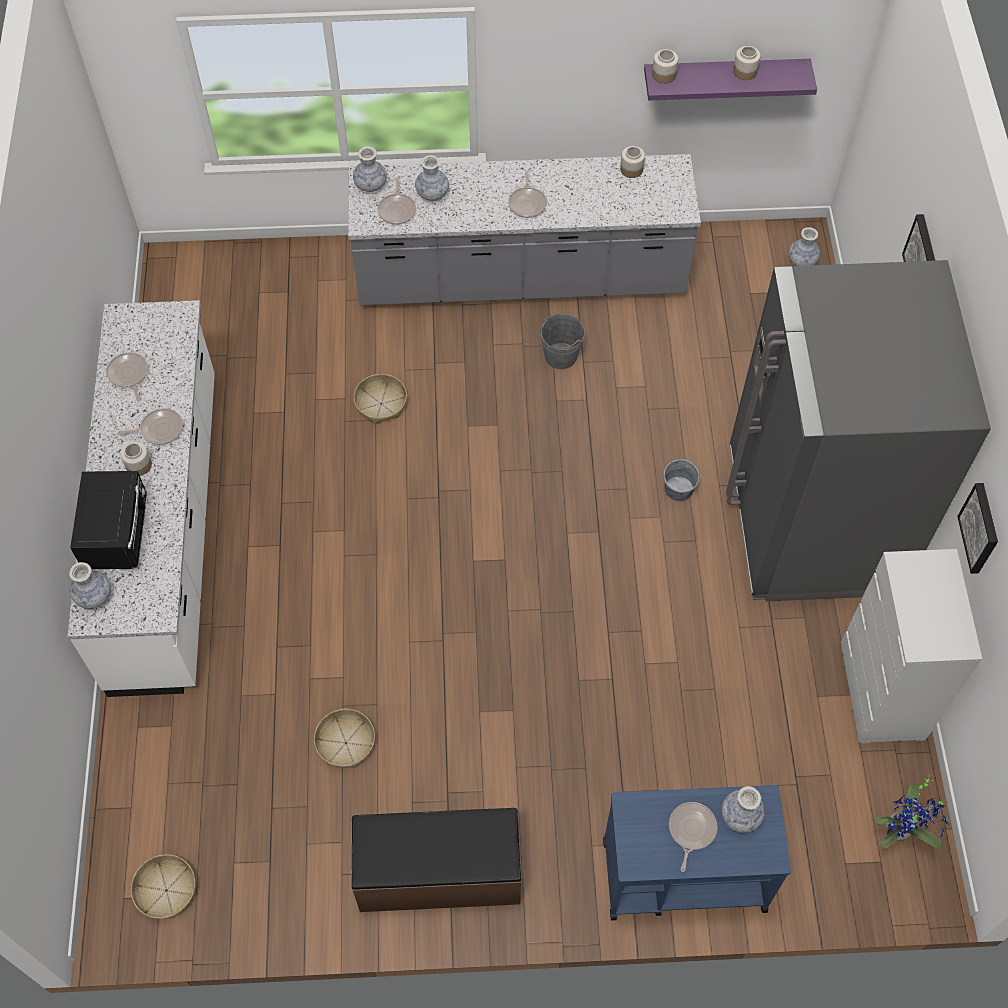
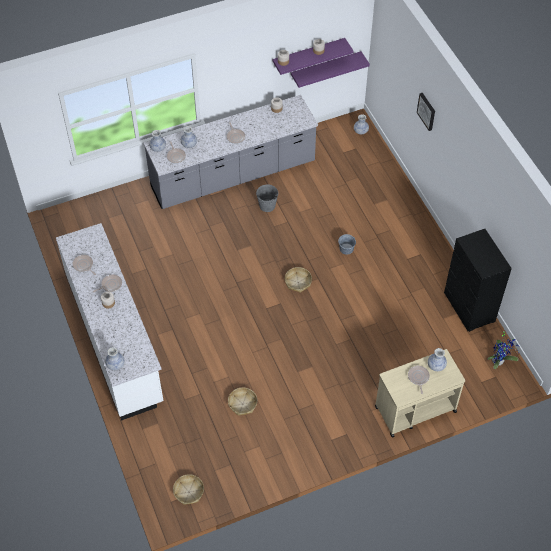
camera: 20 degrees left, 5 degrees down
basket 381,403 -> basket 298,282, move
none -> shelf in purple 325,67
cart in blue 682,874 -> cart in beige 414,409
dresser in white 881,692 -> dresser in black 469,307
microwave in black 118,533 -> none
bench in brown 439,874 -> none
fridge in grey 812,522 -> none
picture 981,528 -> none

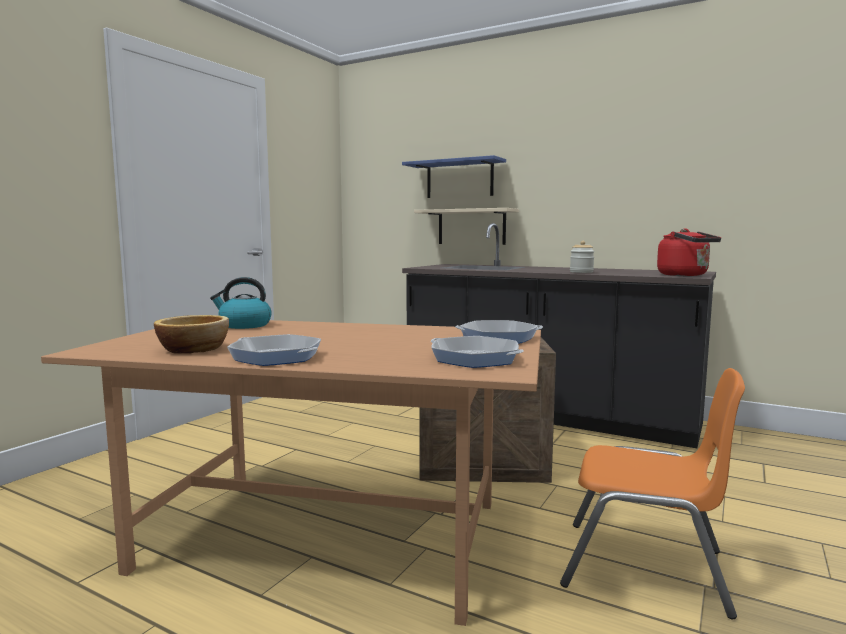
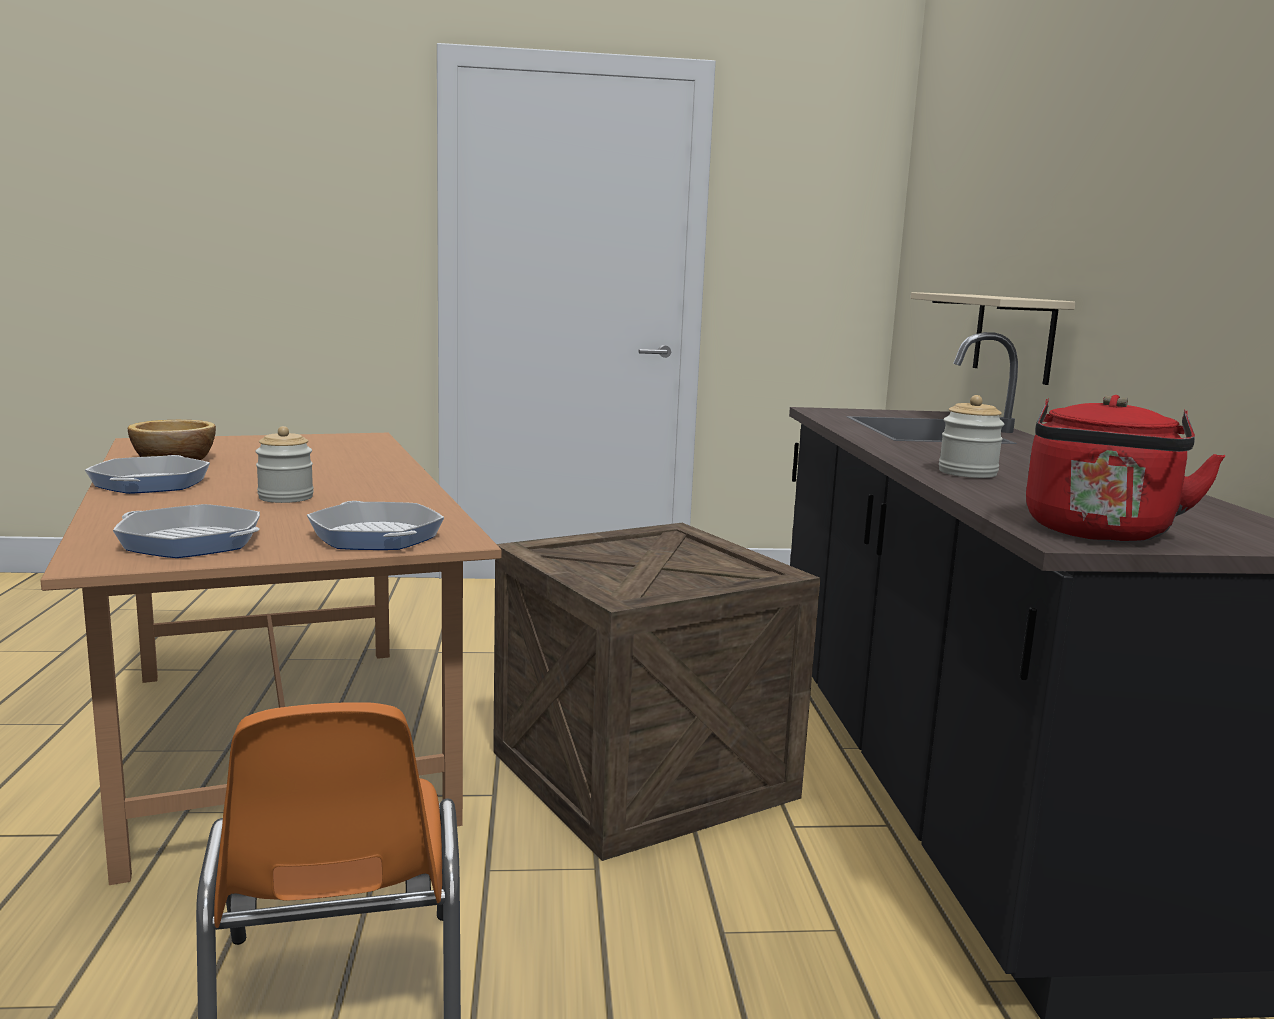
camera: 55 degrees right, 5 degrees up
frying pan 475,358 -> frying pan 191,542, 105 degrees clockwise
none -> jar 286,497
kettle 244,325 -> none
shelf in blue 459,179 -> none

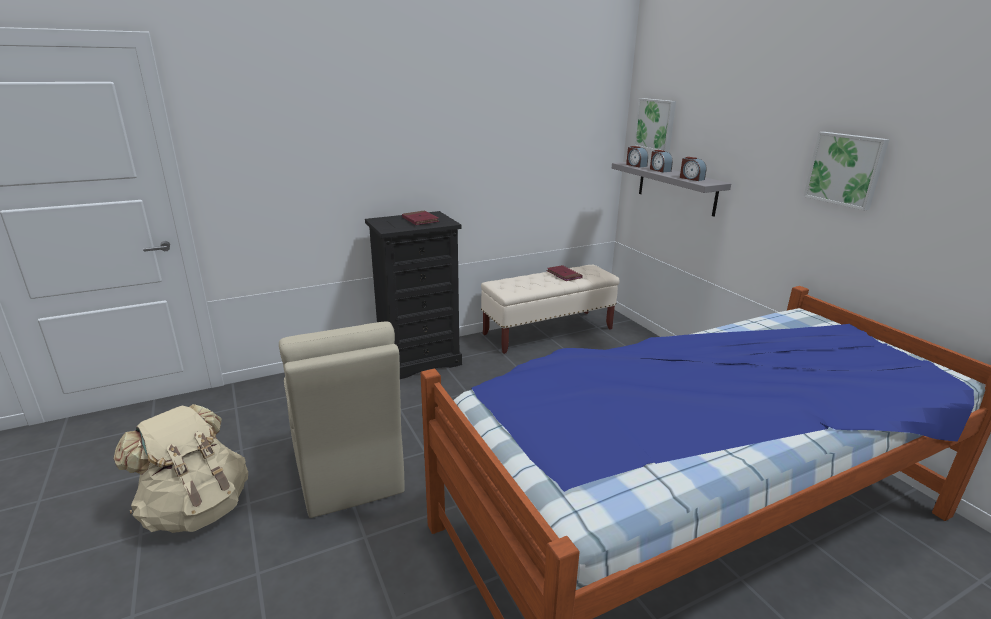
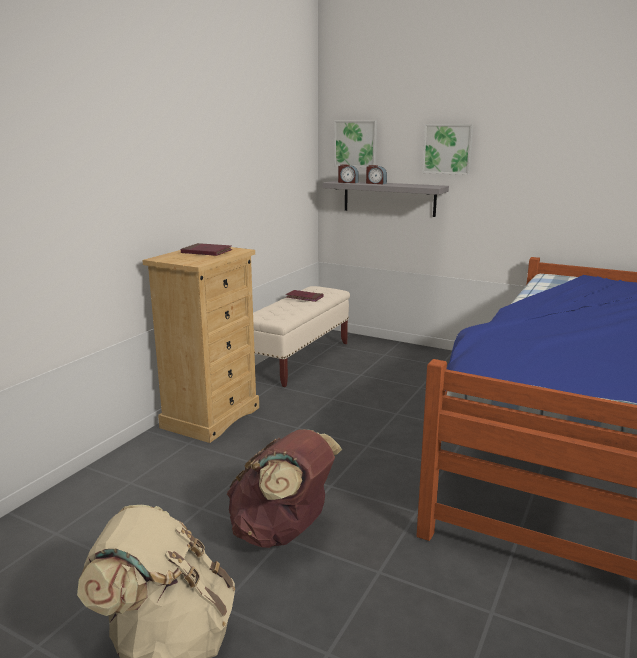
camera: 35 degrees left, 5 degrees down
dresser in black 419,360 -> dresser in beige 211,417
chair in beige 347,471 -> backpack in brown 282,532
picture 846,169 -> picture 448,149, move
alarm clock 691,178 -> none

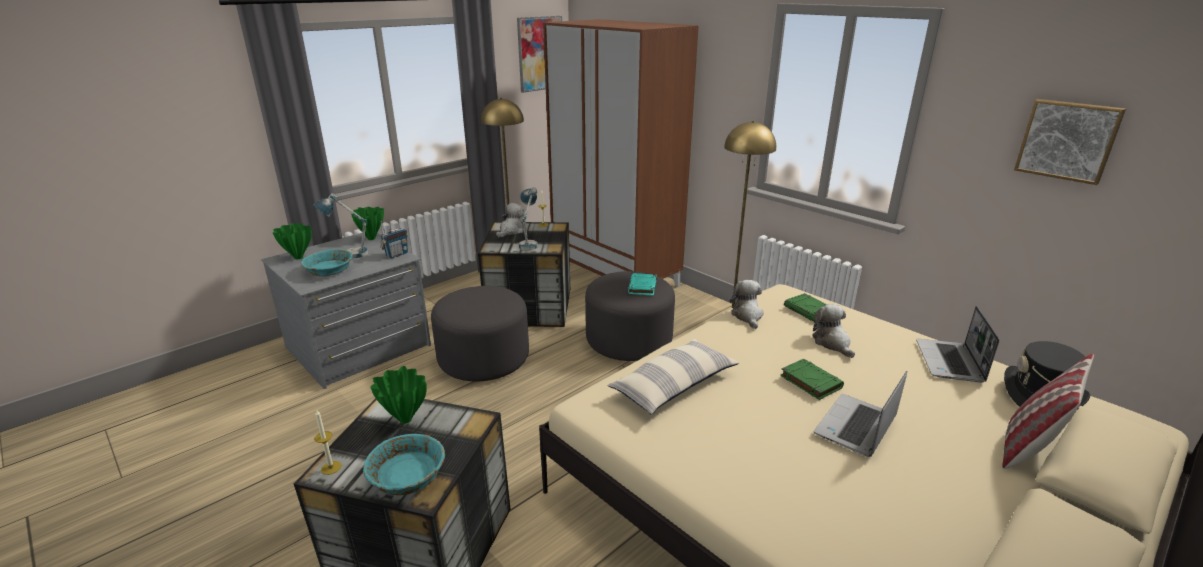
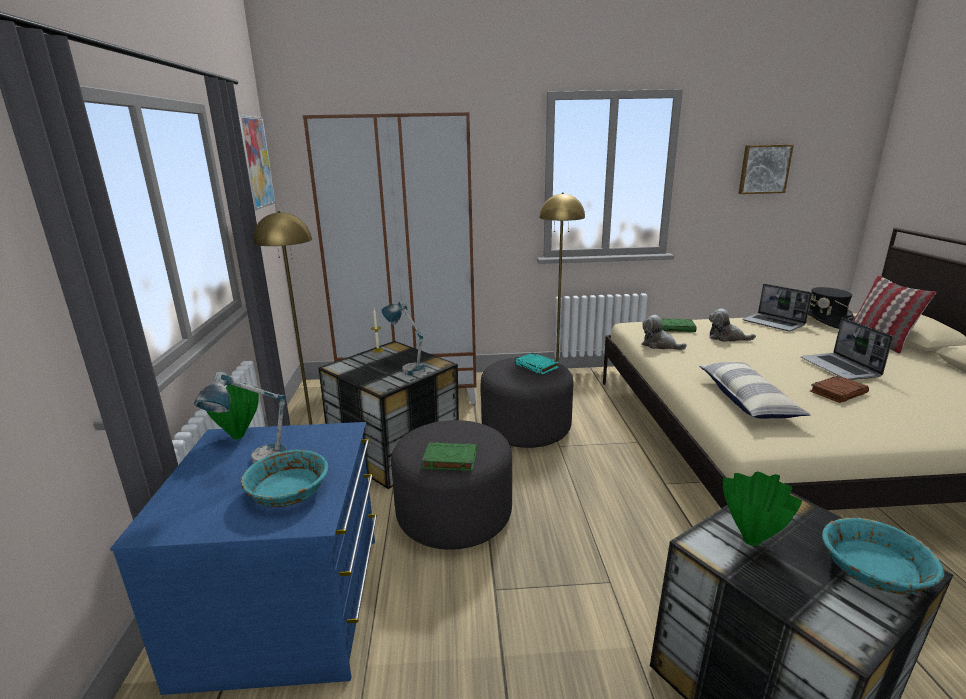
camera: 50 degrees left, 5 degrees down
dresser in grey 359,347 -> dresser in blue 288,606
book in green 810,382 -> book in green 449,460, move
none -> book in brown 838,392
vase in green 298,257 -> none
candle 331,467 -> none
radio 396,254 -> none
plush toy 511,231 -> none

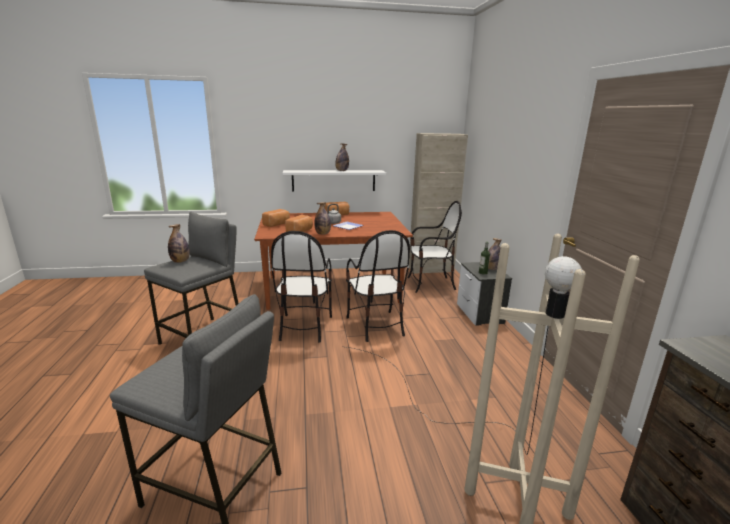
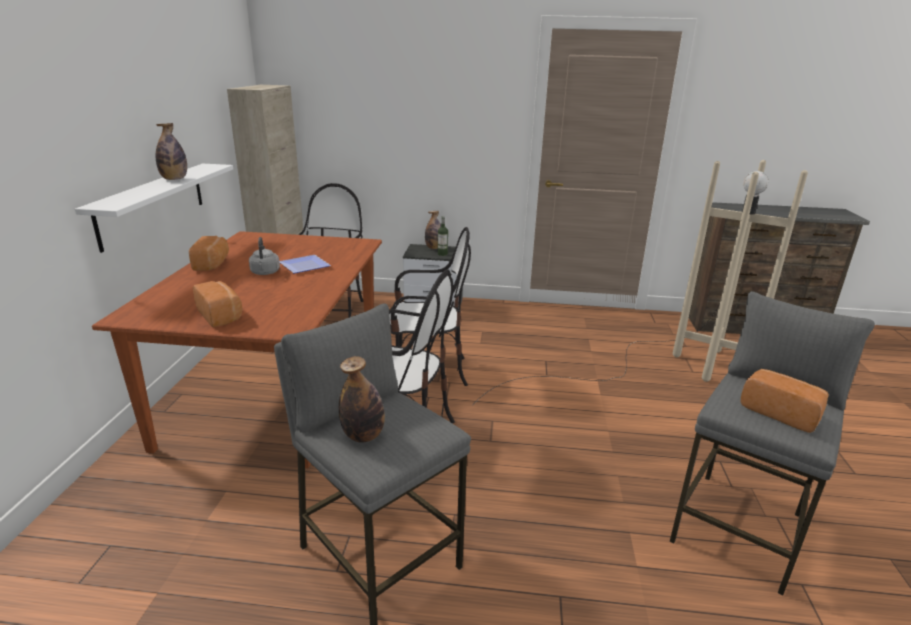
camera: 75 degrees left, 5 degrees up
bread 300,231 -> bread 780,412, move
bottle 323,234 -> none

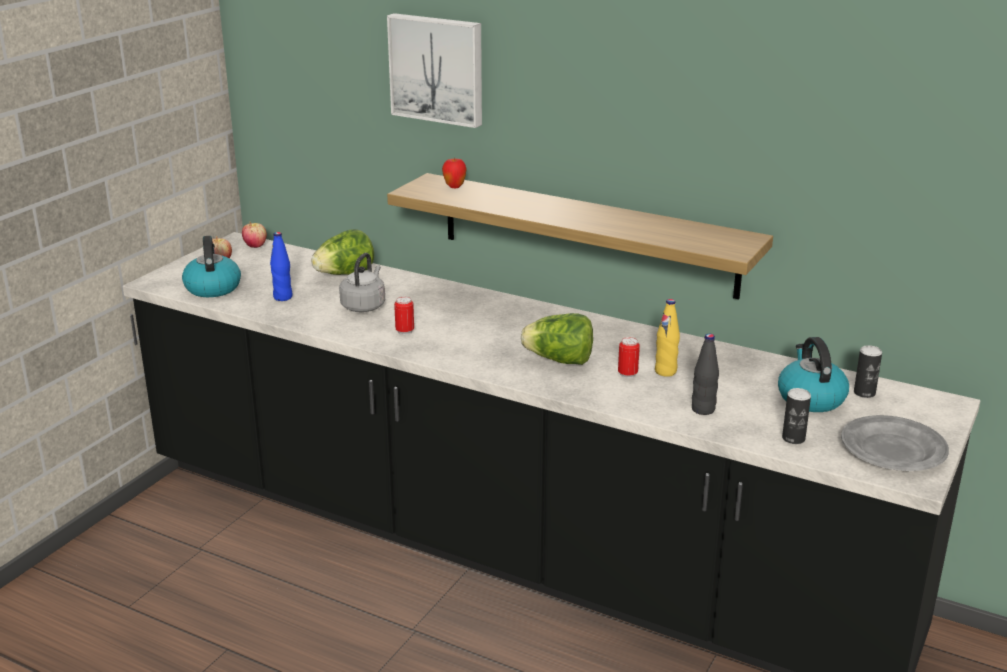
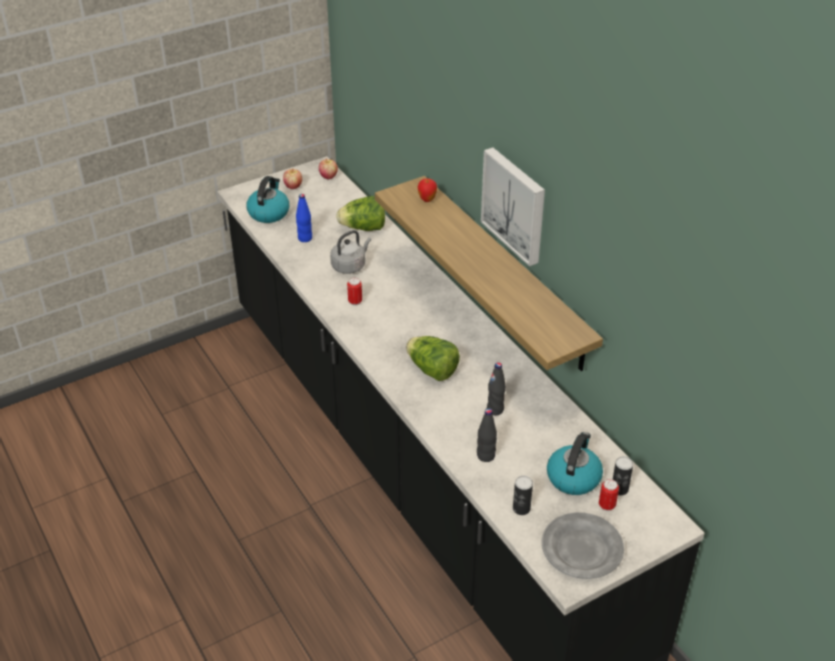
camera: 30 degrees right, 15 degrees up
picture 437,69 -> picture 515,205, move
bottle in yellow 665,372 -> bottle in black 495,409
can 627,374 -> can 607,505, move

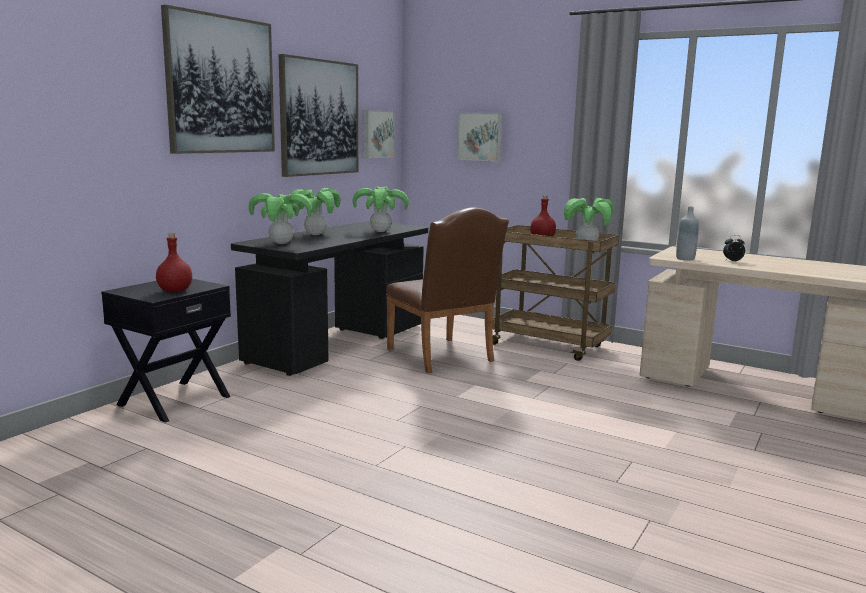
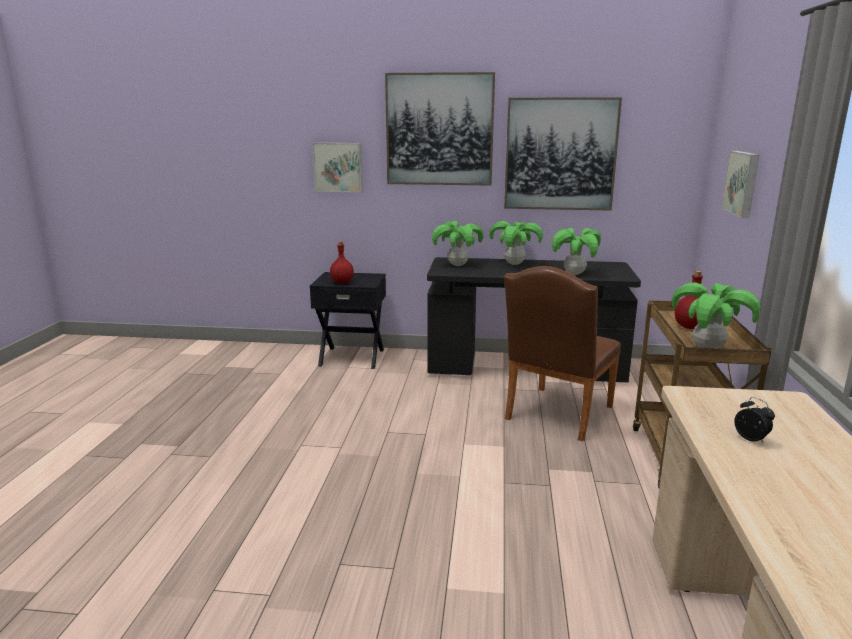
camera: 65 degrees right, 5 degrees up
picture 376,134 -> picture 338,167, move
bottle in grey 685,258 -> none

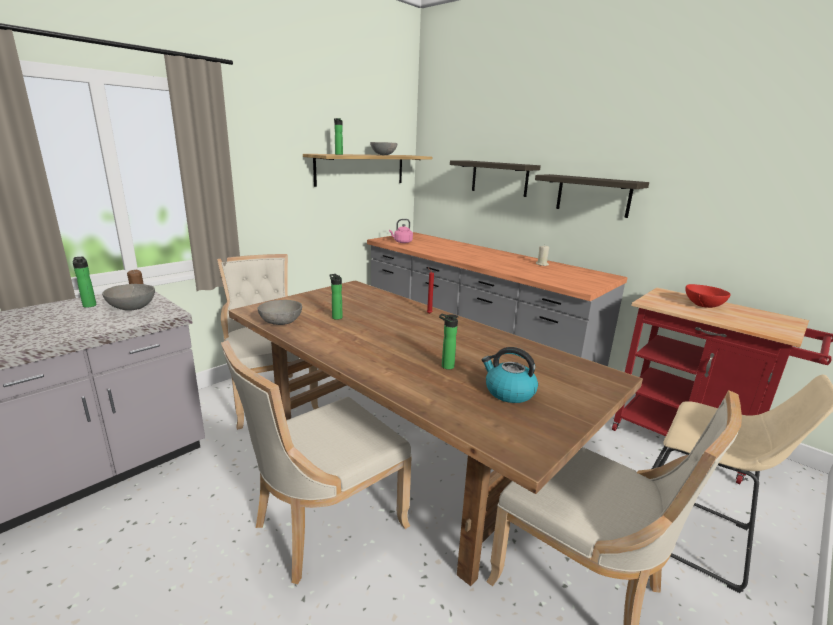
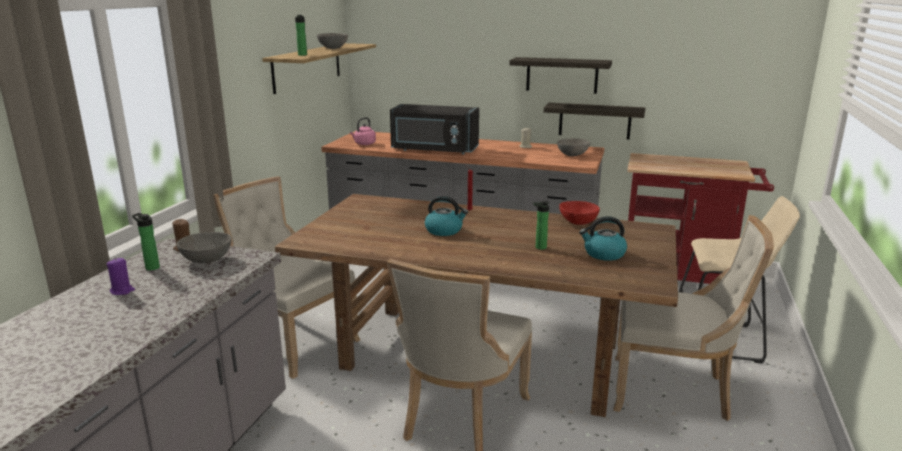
camera: 25 degrees left, 0 degrees up
none -> candle in purple 122,291
none -> microwave in black 434,150
none -> kettle 444,230
shelf 499,178 -> shelf 594,121, move
bowl in grey 281,323 -> bowl in grey 572,155, move
bowl in red 703,306 -> bowl in red 578,223, move
bottle 336,317 -> none

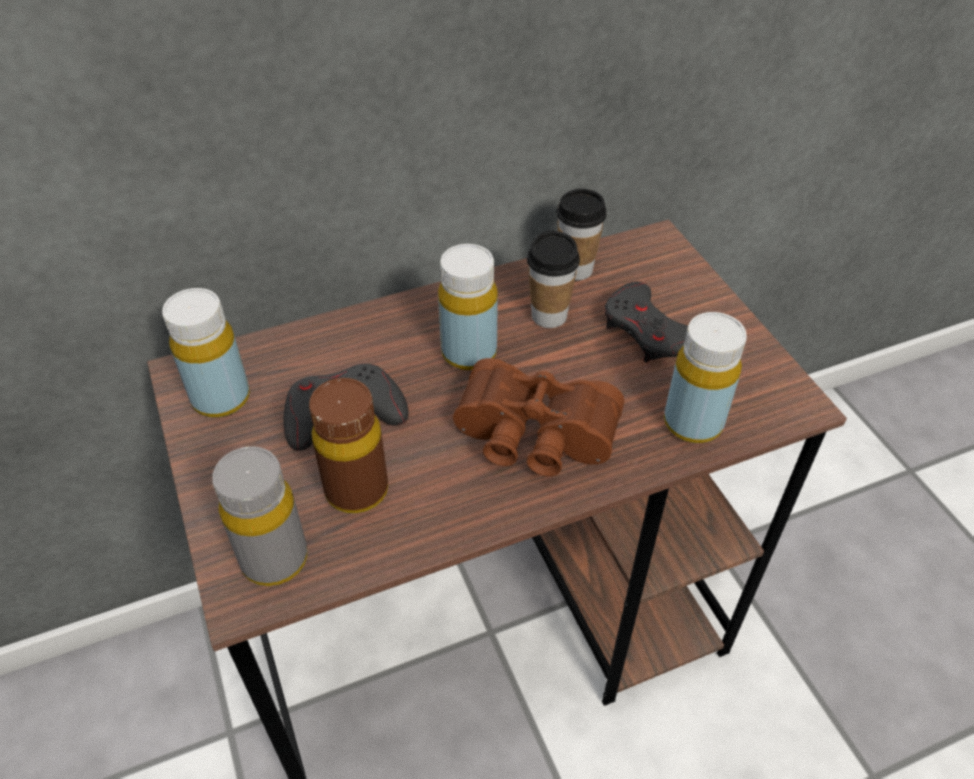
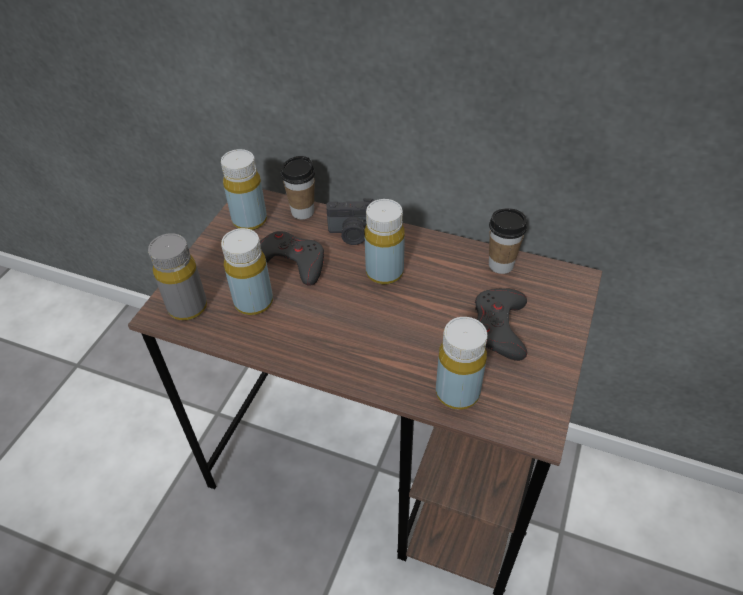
camera: 45 degrees right, 0 degrees up
bottle in brown 356,490 -> bottle in yellow 253,302
cup 549,316 -> cup 302,212, move
none -> photo camera 353,234
binoculars in brown 534,438 -> none

